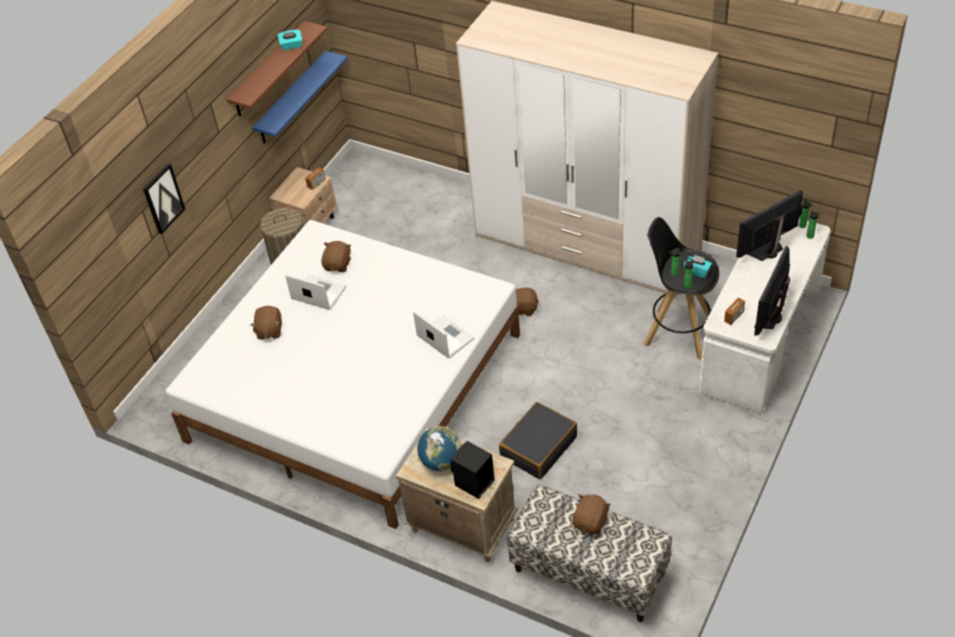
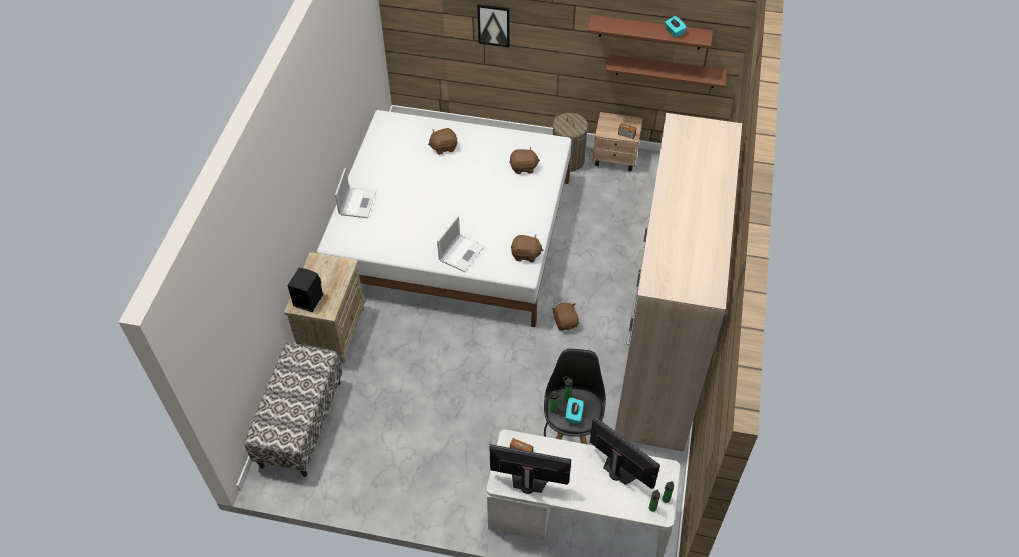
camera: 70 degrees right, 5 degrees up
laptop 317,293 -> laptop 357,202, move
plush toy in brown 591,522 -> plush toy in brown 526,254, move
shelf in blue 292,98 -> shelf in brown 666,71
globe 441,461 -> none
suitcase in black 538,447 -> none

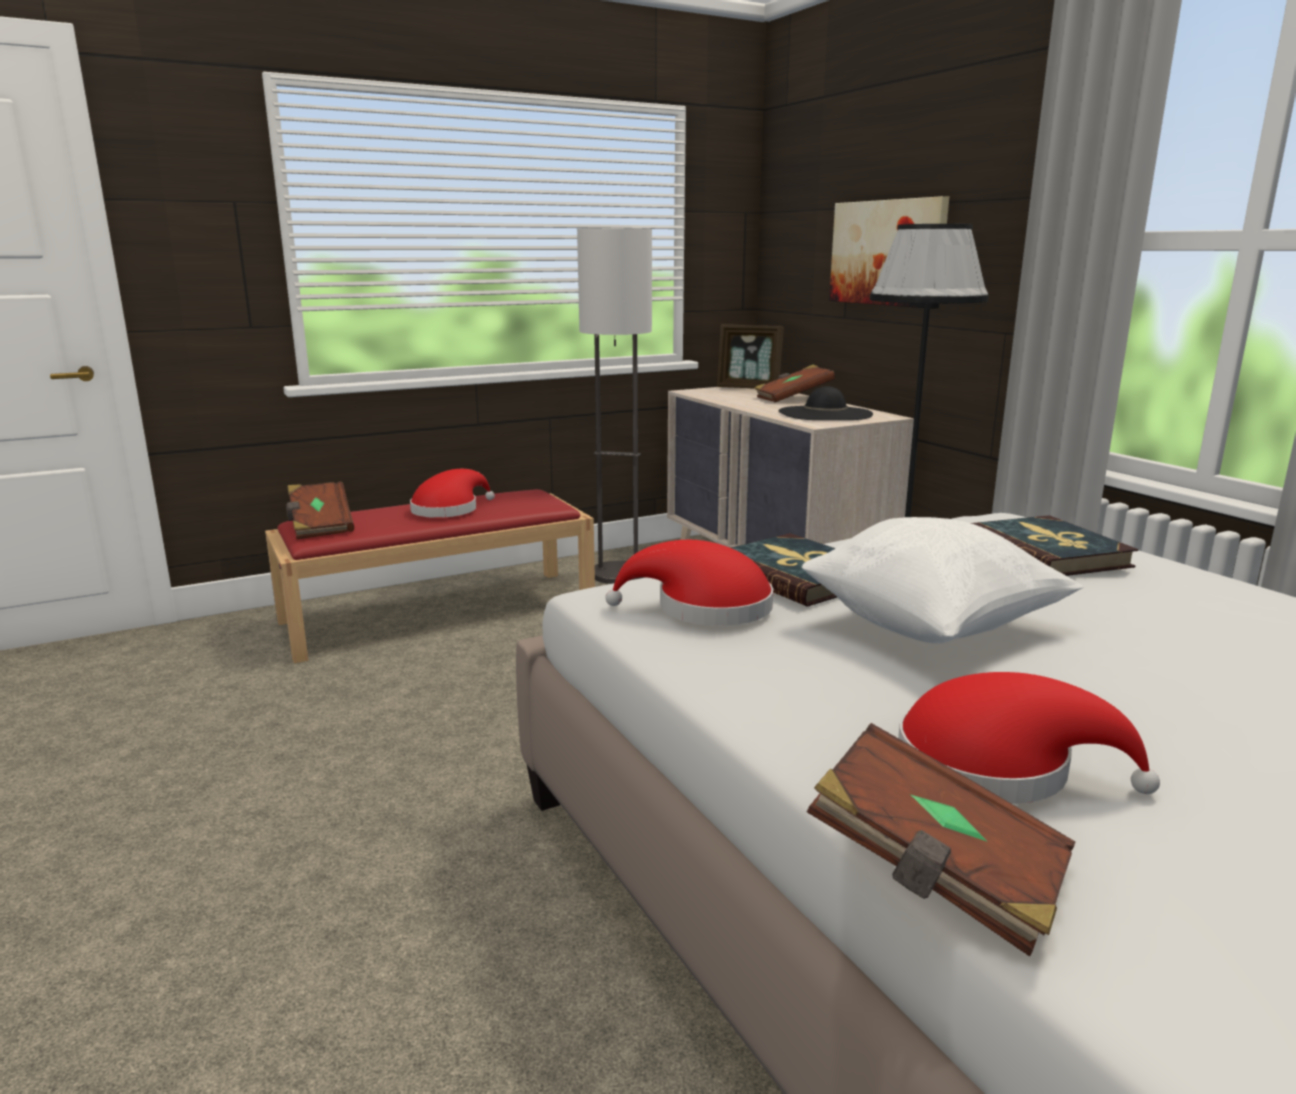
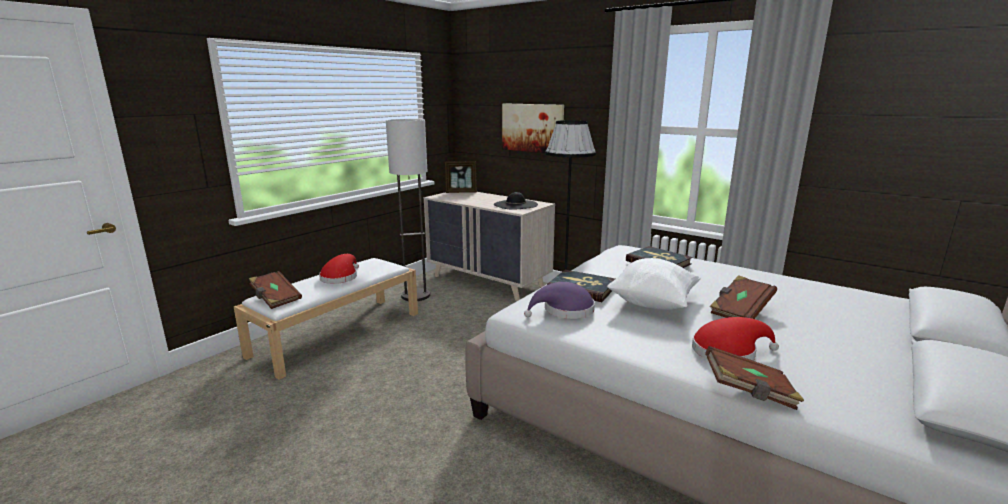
camera: 25 degrees left, 0 degrees up
bench in red 441,612 -> bench in white 338,333
hat in red 704,608 -> hat in purple 564,311
book in brown 792,399 -> book in brown 740,311, move

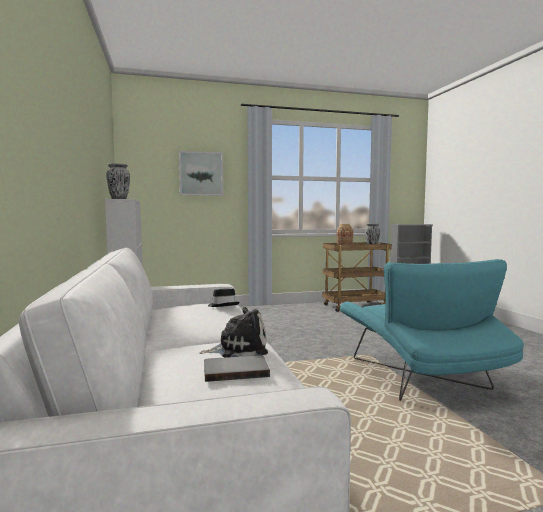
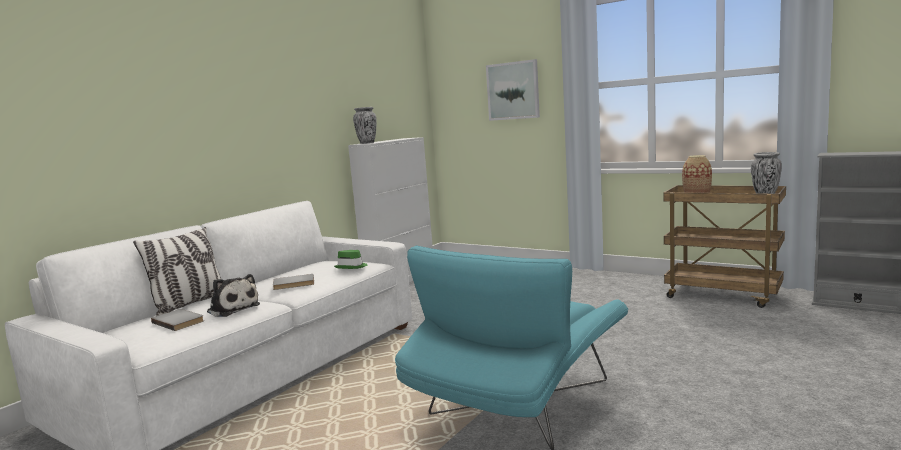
camera: 50 degrees right, 5 degrees up
none -> pillow 189,304
none -> book in grey 294,284
hat in black 223,305 -> hat in green 352,267

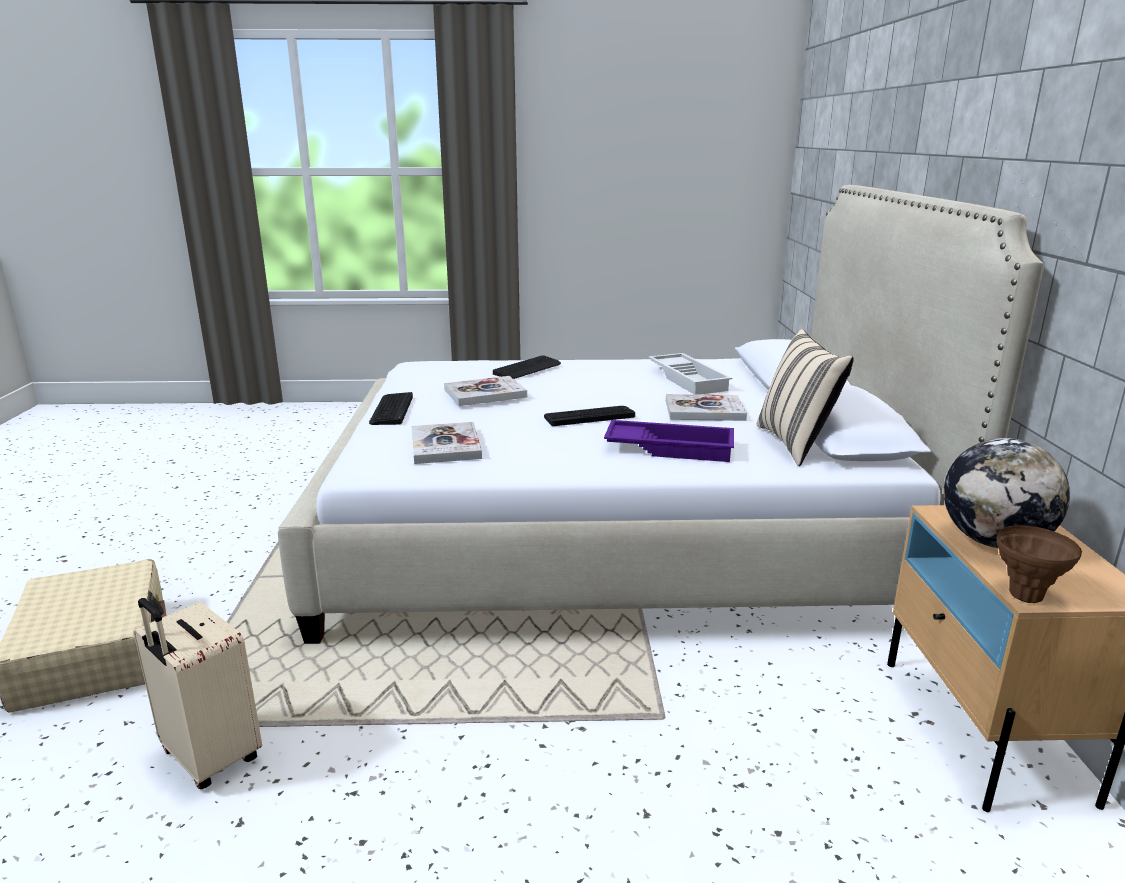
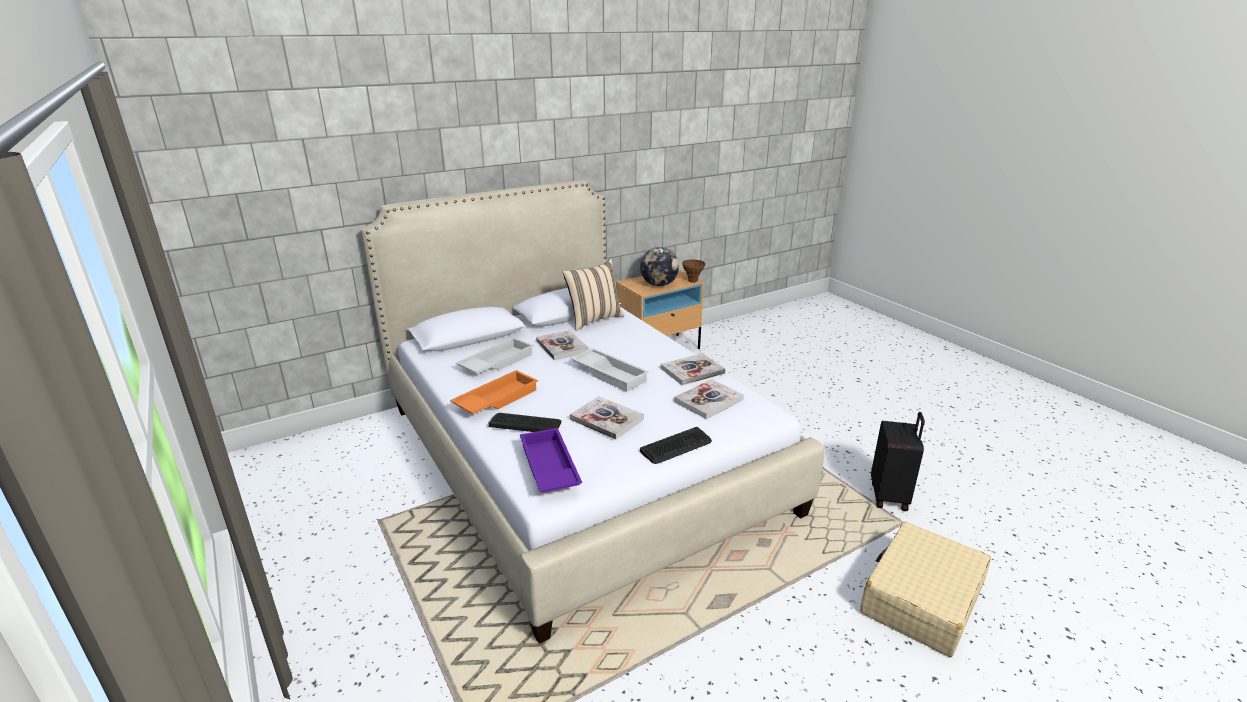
camera: 120 degrees left, 5 degrees up
none -> tray in orange 496,399
tray in purple 670,448 -> tray in purple 548,467, move
keyboard 589,416 -> tray in white 610,374
none -> book 692,371
suitcase in beige 209,758 -> suitcase in black 890,496

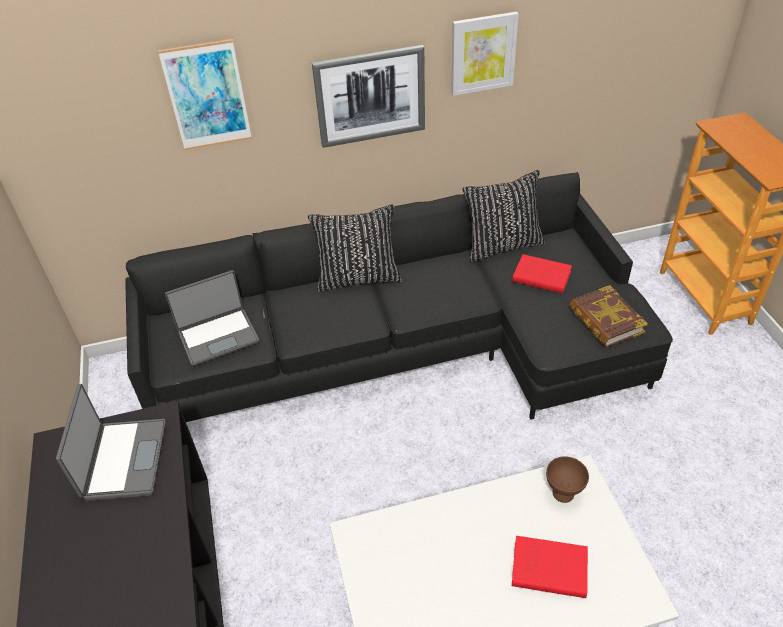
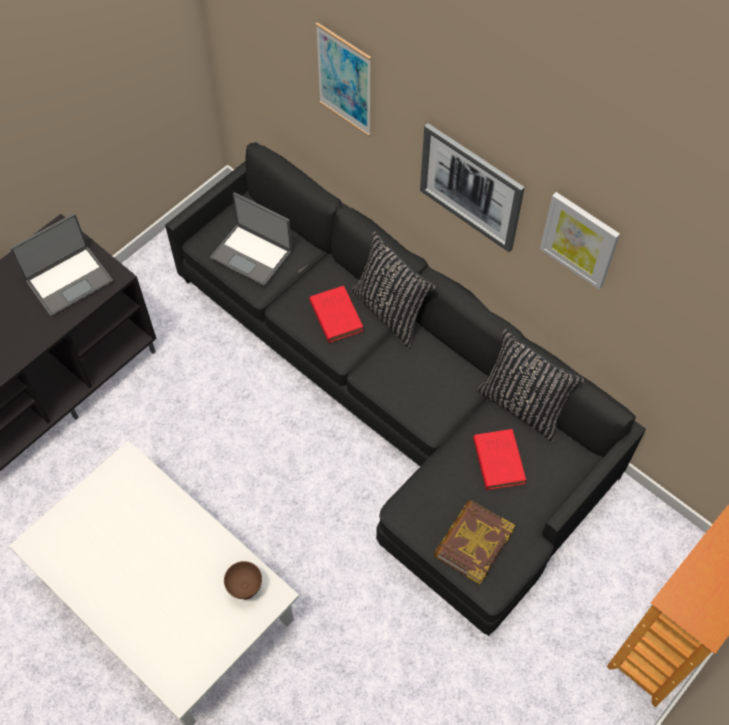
camera: 55 degrees right, 15 degrees up
book in red 546,569 -> book in red 335,315, move

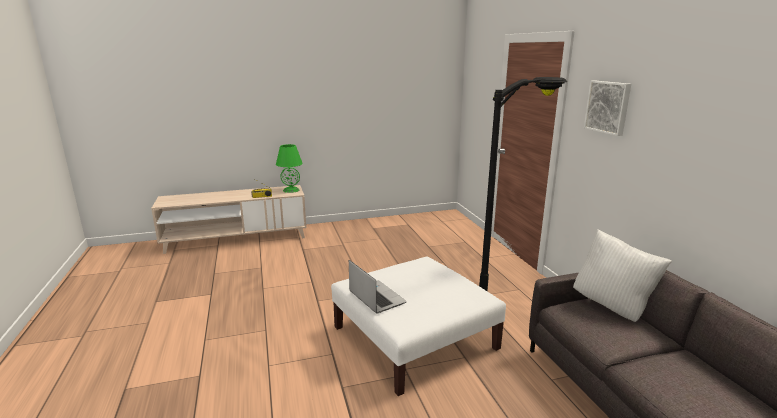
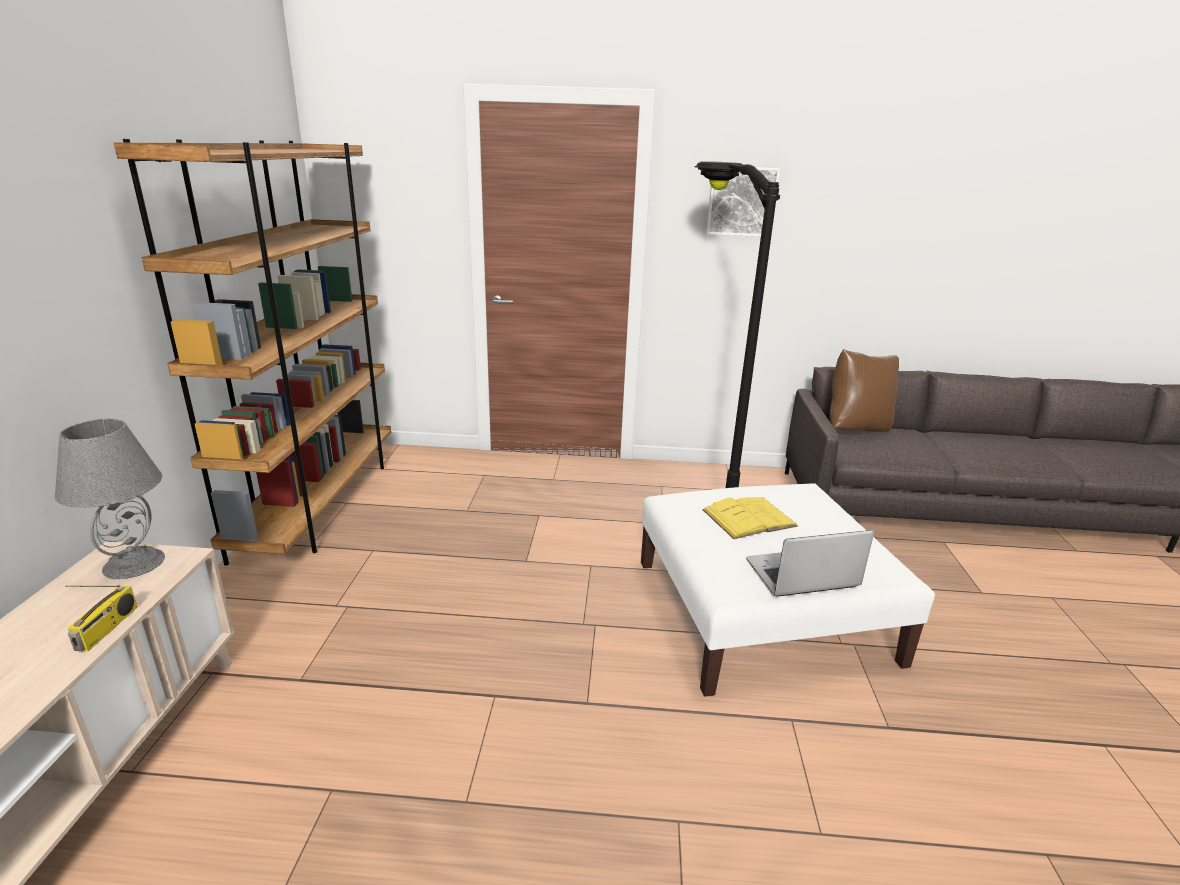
camera: 70 degrees left, 5 degrees up
table lamp in green 291,190 -> table lamp in grey 134,563
none -> bookcase in brown 320,503
none -> book in yellow 749,518
pillow in white 612,306 -> pillow in brown 856,429

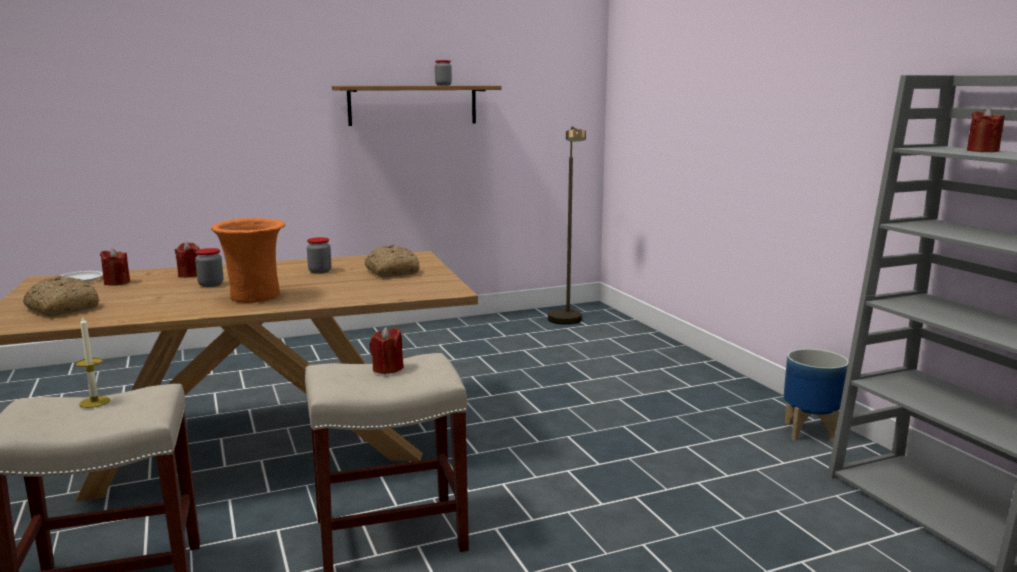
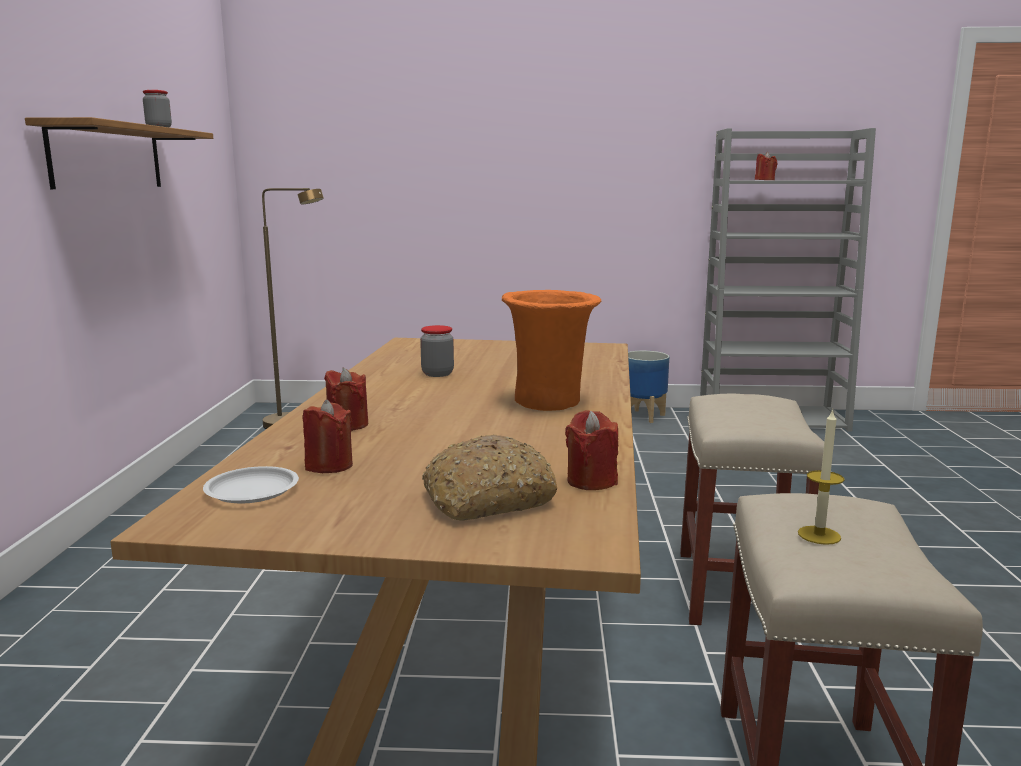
camera: 65 degrees left, 0 degrees up
candle in red 387,369 -> candle in red 591,481, move
jar 211,284 -> none
bread 391,271 -> none

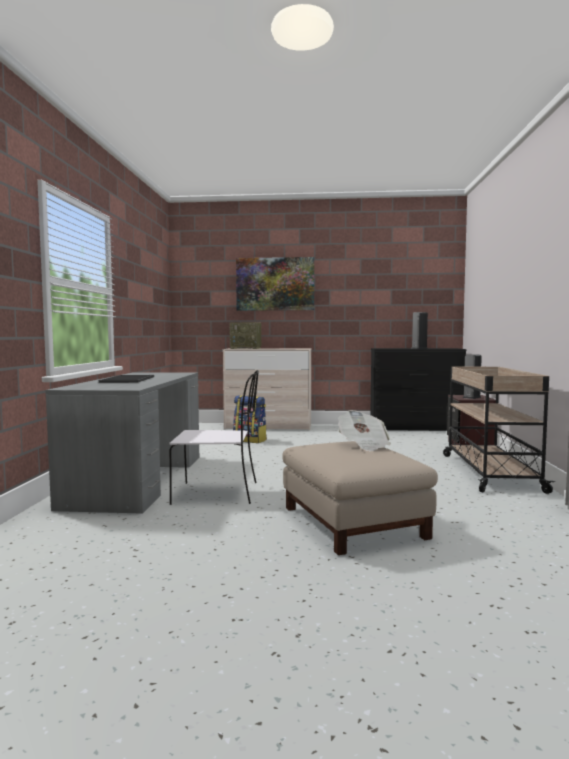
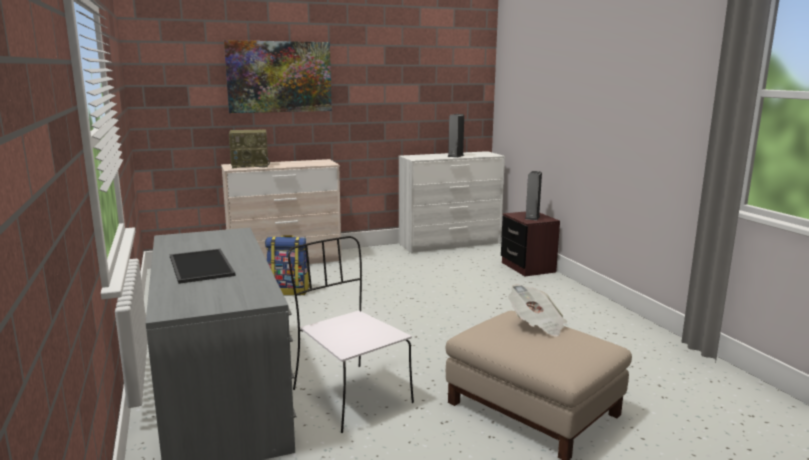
camera: 25 degrees left, 10 degrees up
chair in white 218,493 -> chair in white 350,395, 105 degrees counterclockwise
dresser in black 415,428 -> dresser in white 450,244
cart in beige 489,472 -> none

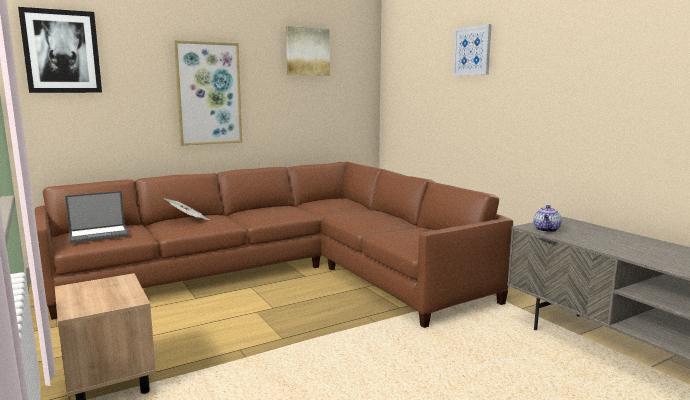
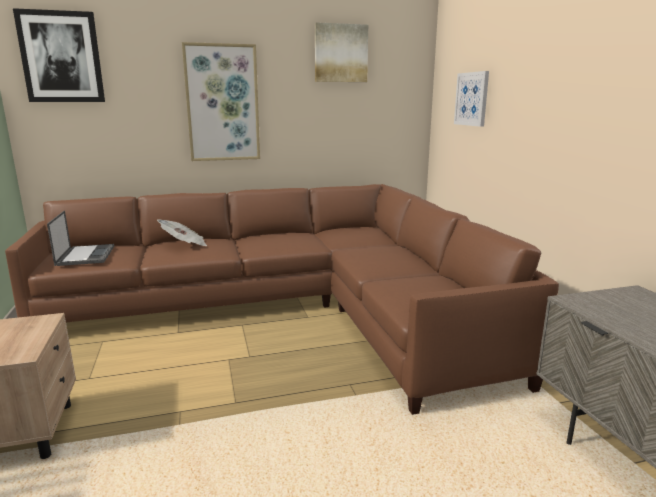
camera: 15 degrees right, 5 degrees up
laptop 100,234 -> laptop 86,255, 90 degrees counterclockwise
picture 472,51 -> picture 472,99, move
teapot 546,230 -> none

